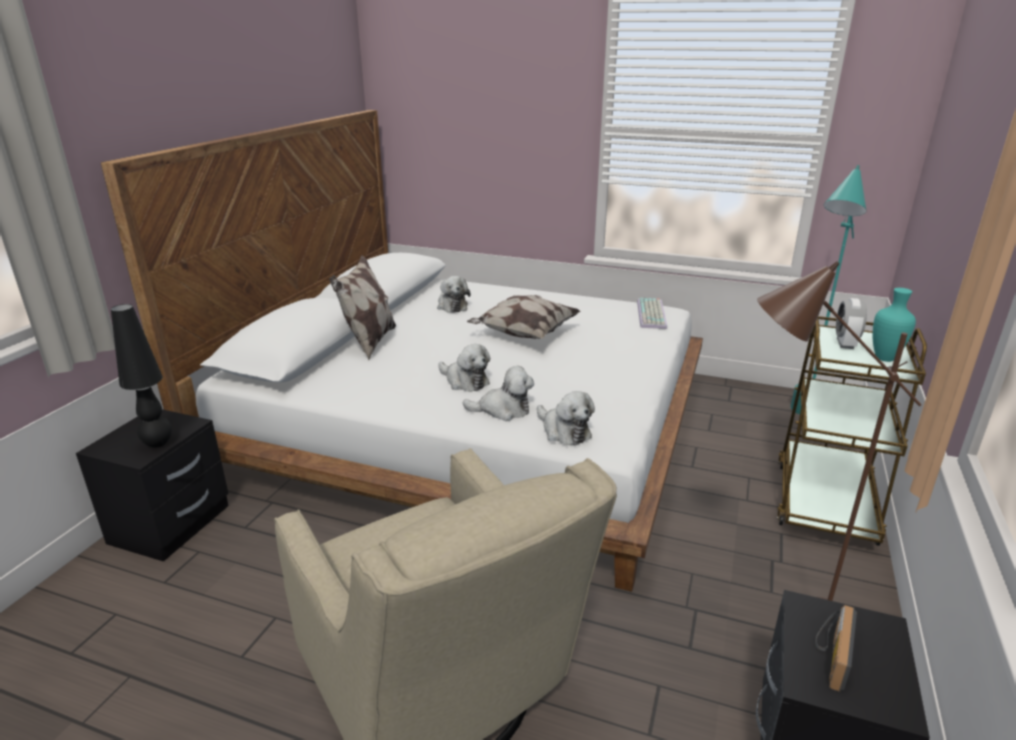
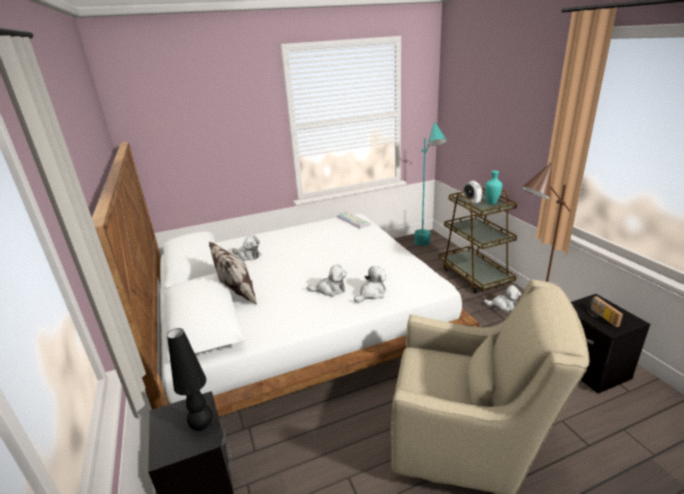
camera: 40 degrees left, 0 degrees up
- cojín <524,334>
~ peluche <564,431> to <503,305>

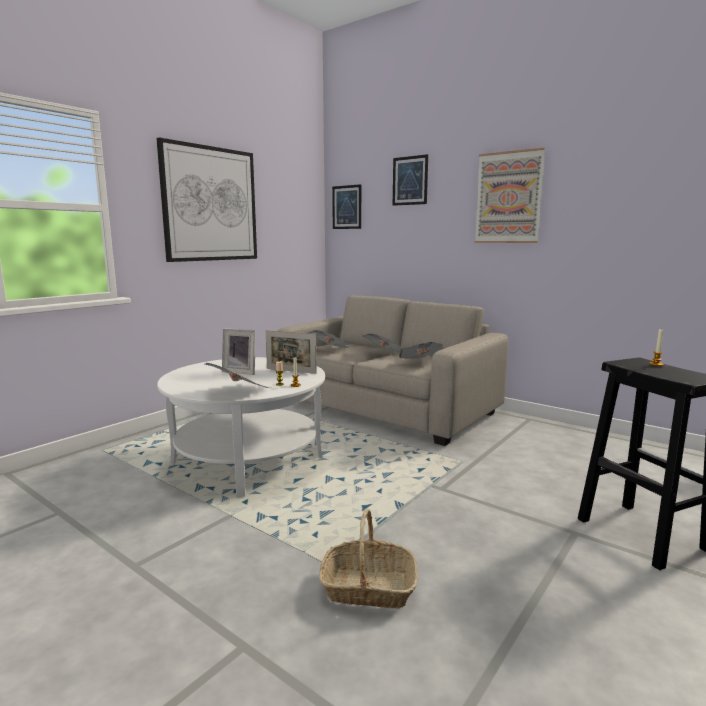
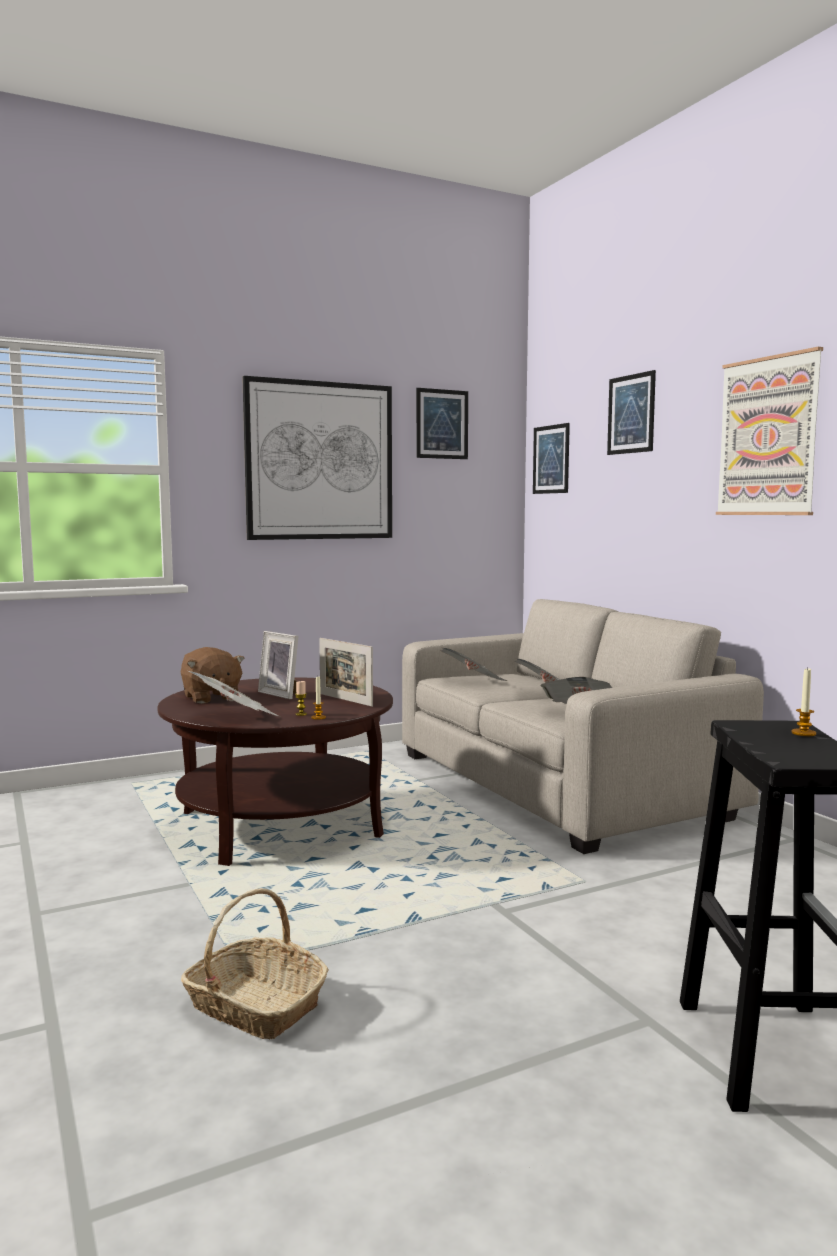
camera: 25 degrees right, 5 degrees down
+ peluche (marrón) <211,698>
+ cuadro <442,424>
~ mesa de centro (blanco) <248,460> to mesa de centro (marrón) <280,824>

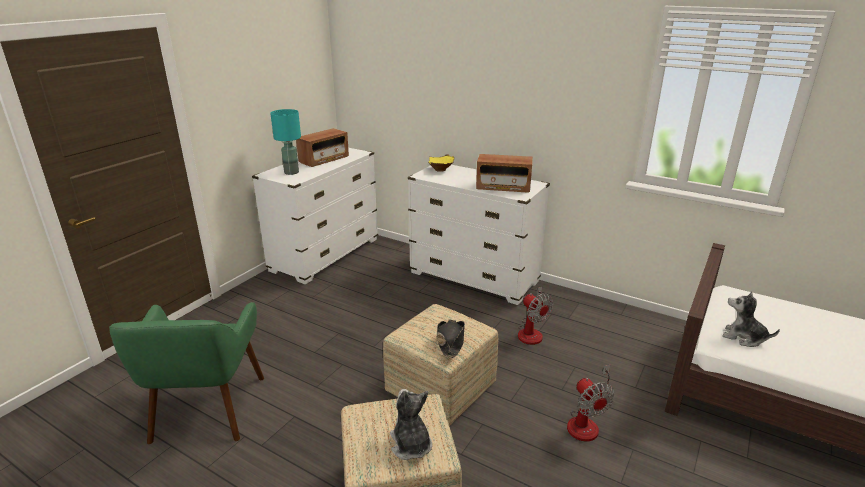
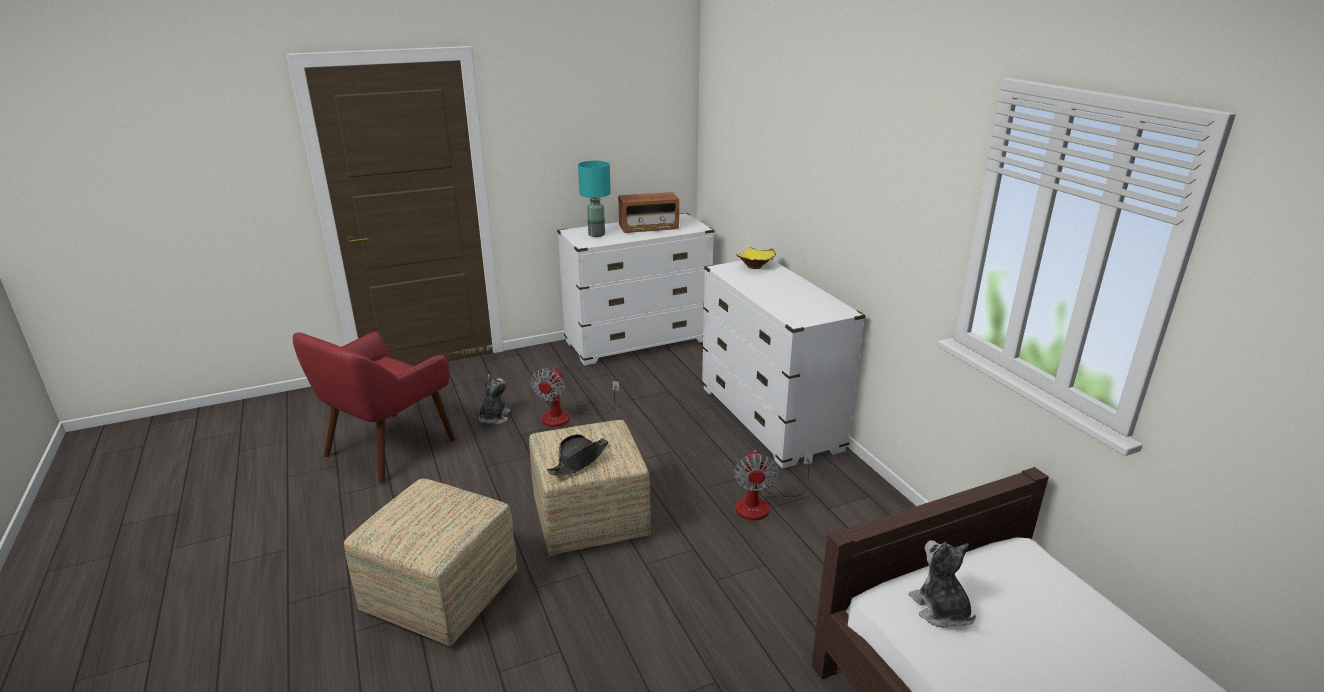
camera: 35 degrees right, 0 degrees up
- radio <503,187>
~ peluche <410,445> to <494,418>
~ ventilador <586,422> to <566,417>
~ sillón (verde) <207,410> to sillón (rojo) <387,448>

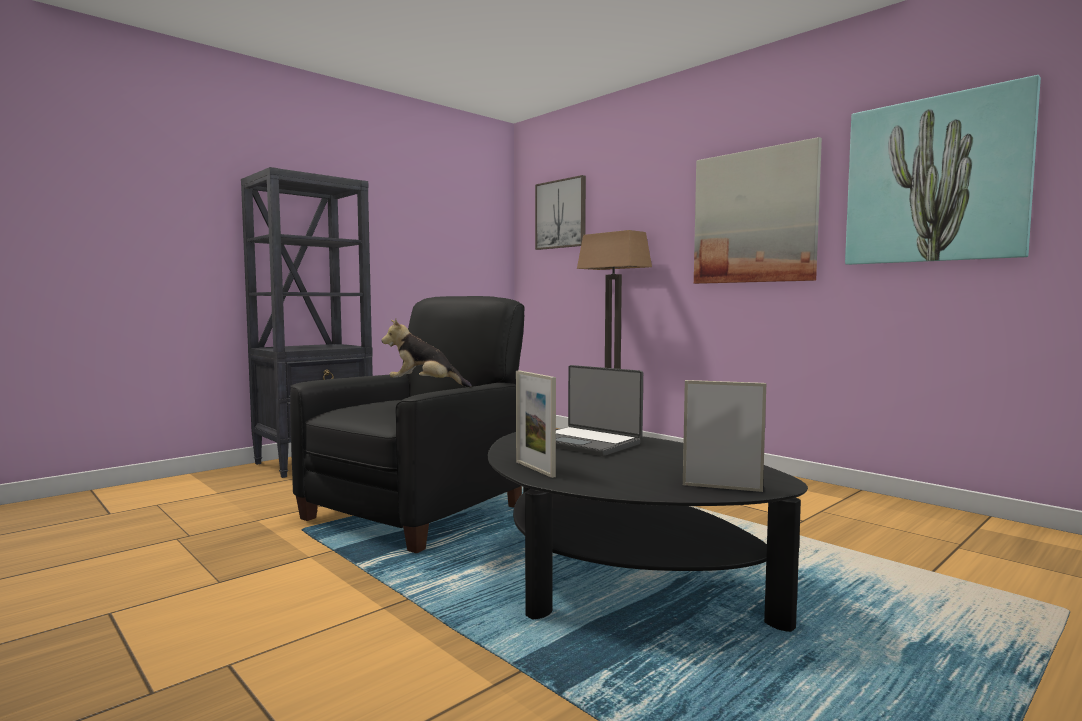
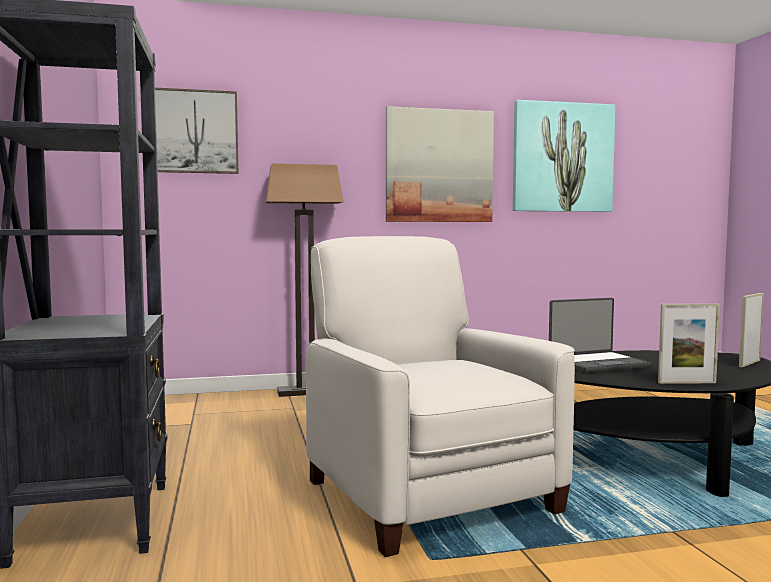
camera: 60 degrees left, 0 degrees up
- peluche <425,386>
~ sillón (negro) <416,511> to sillón (blanco) <427,495>

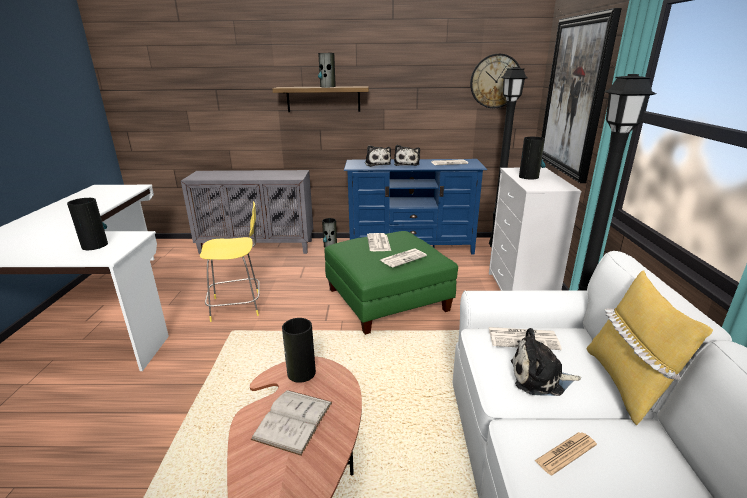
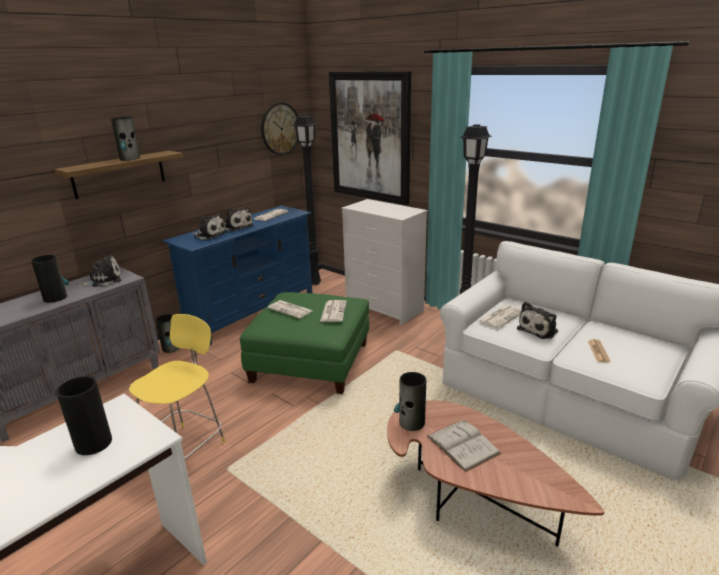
camera: 50 degrees left, 0 degrees up
- cojín (amarillo) <626,384>
+ peluche <103,280>
~ florero <529,177> to <55,297>

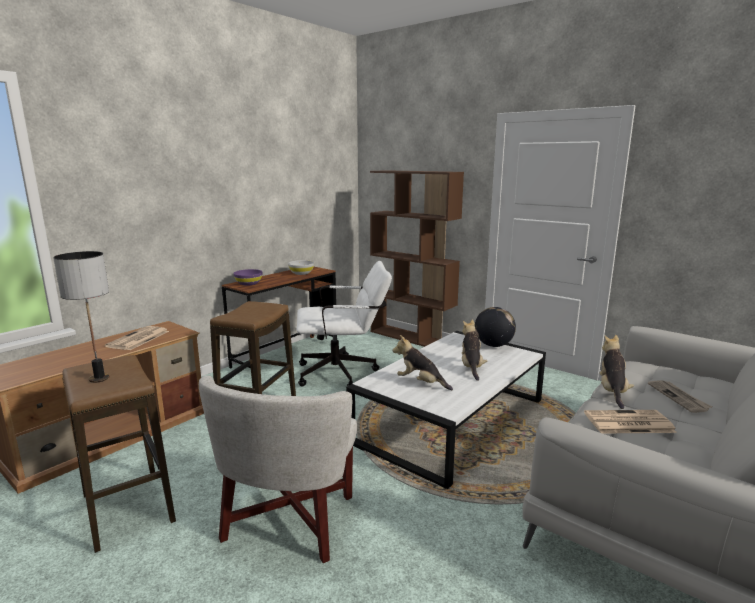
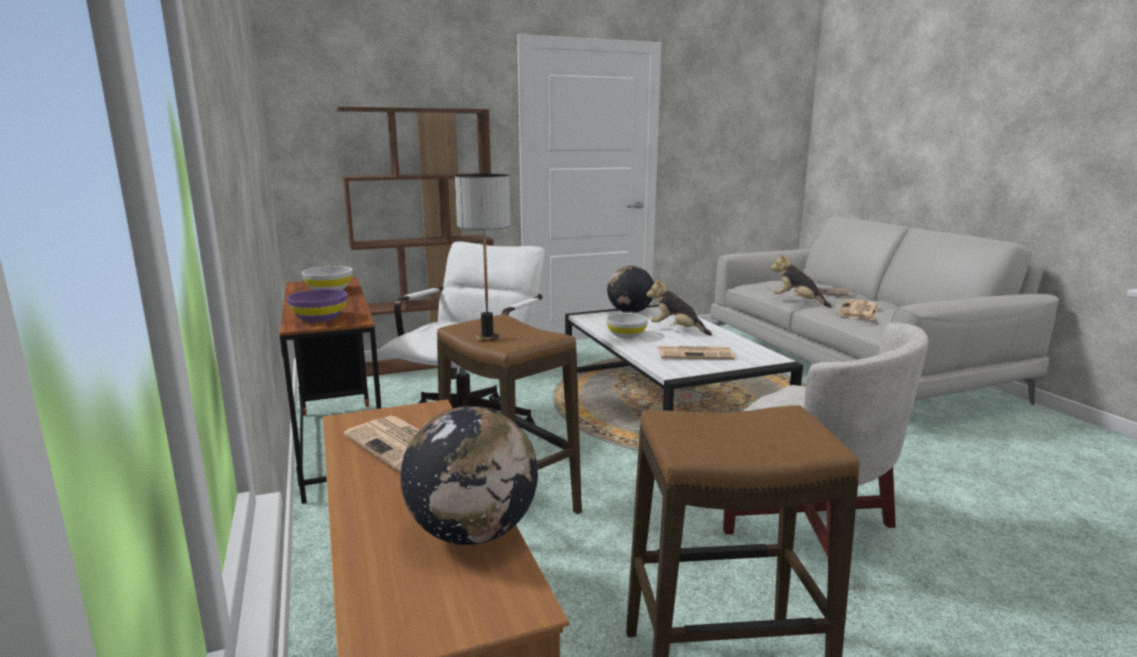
camera: 60 degrees left, 0 degrees up
+ globo terráqueo <473,533>
+ cuenco (blanco) <626,335>
~ lámpara de mesa <99,379> to <488,338>
~ peluche <421,383> to periódico <696,354>

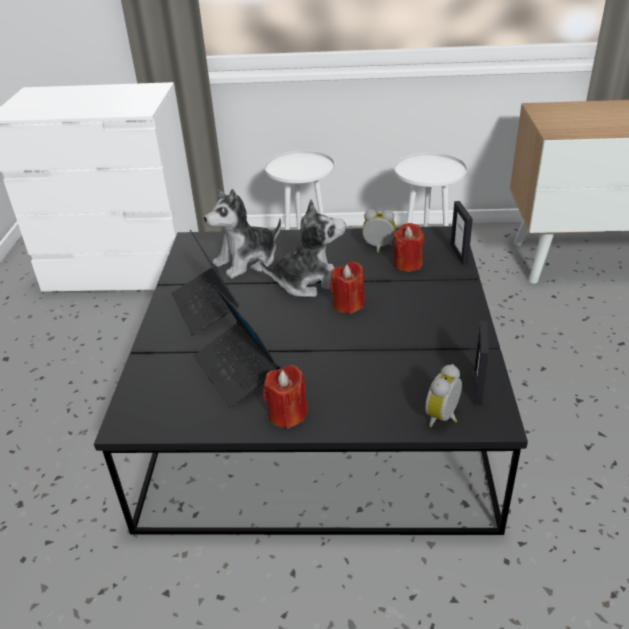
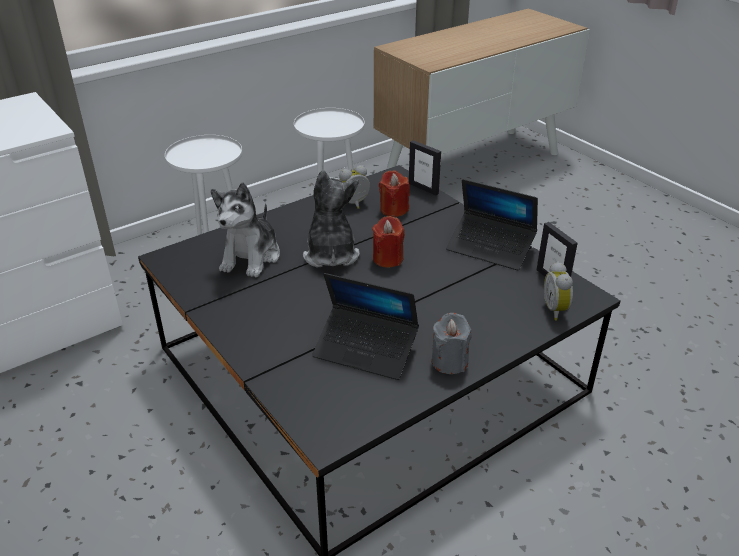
camera: 40 degrees left, 0 degrees up
~ portátil <205,307> to <490,248>
~ vela (rojo) <287,414> to vela (gris) <449,362>
~ peluche <307,282> = <330,254> 45 degrees counterclockwise

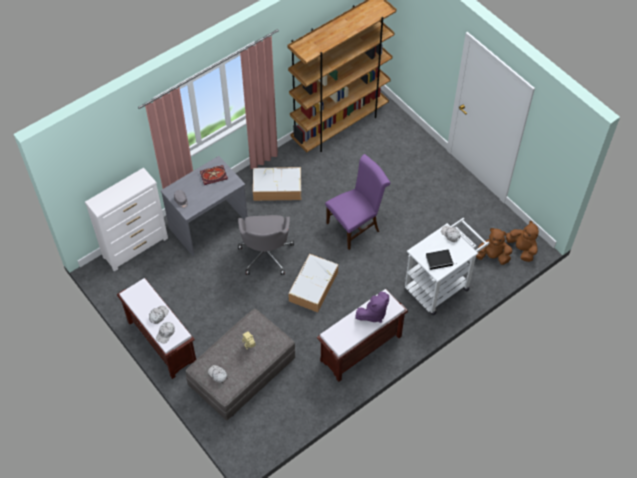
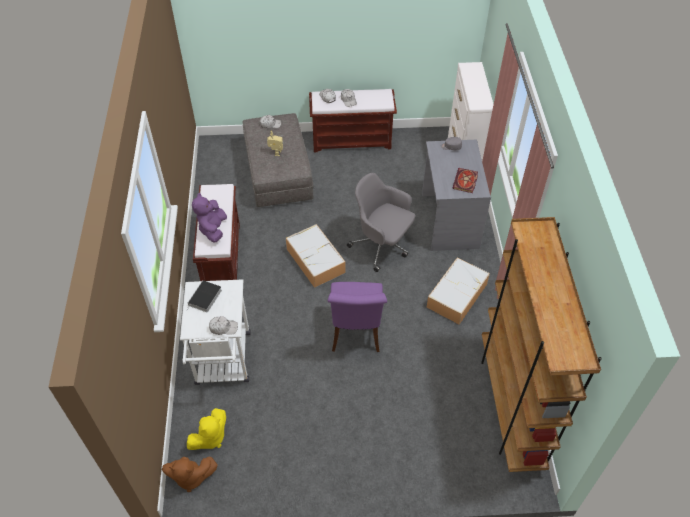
camera: 125 degrees right, 5 degrees down
~ peluche (marrón) <492,256> to peluche (amarillo) <210,438>

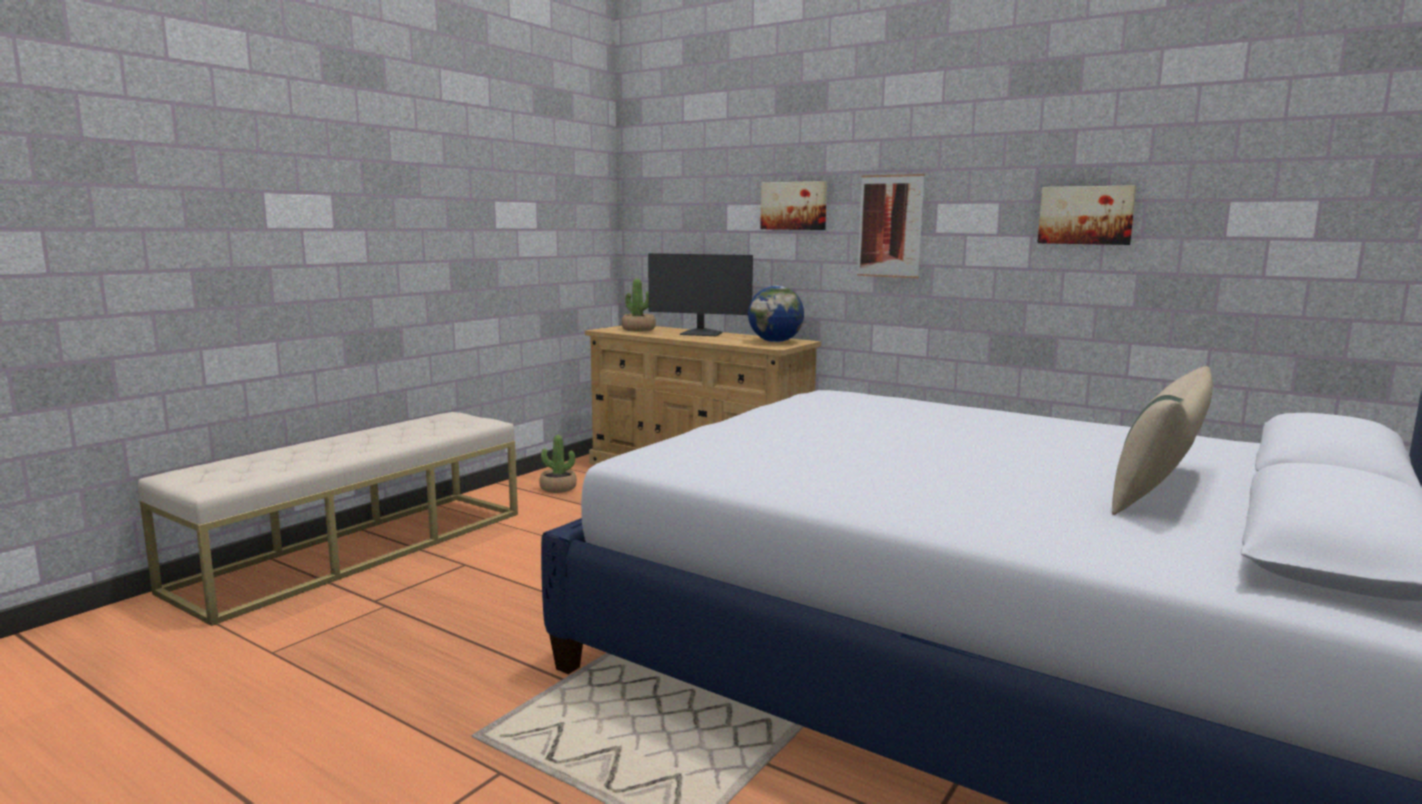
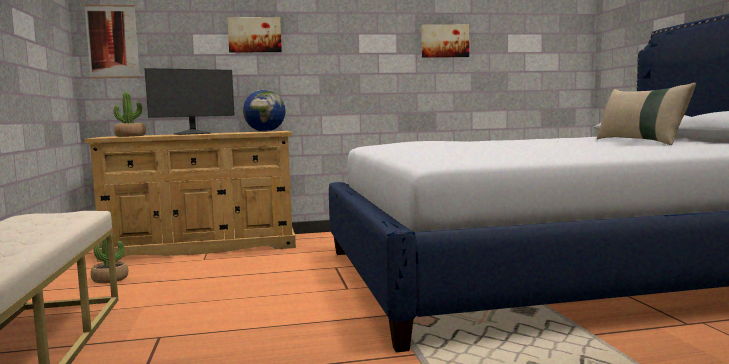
camera: 45 degrees left, 5 degrees down
~ cuadro <890,226> to <112,41>

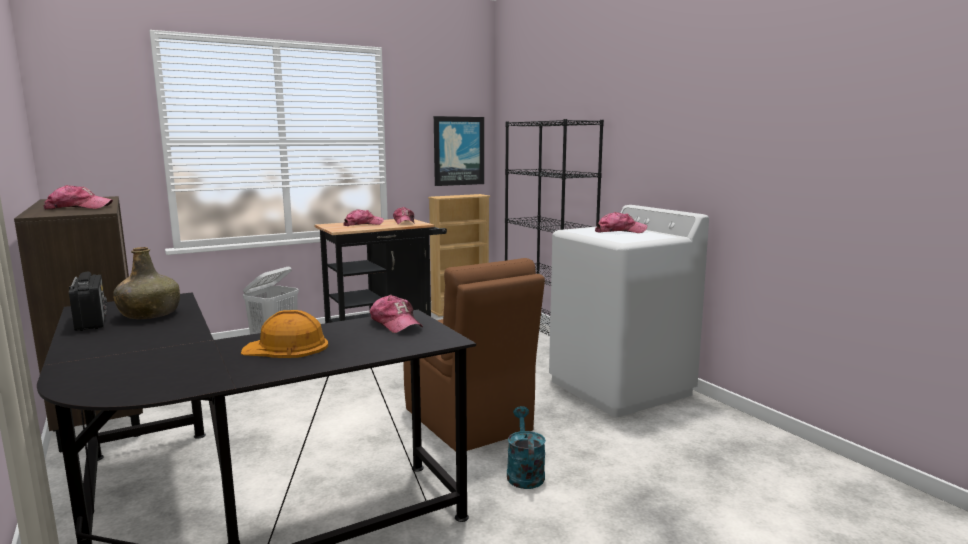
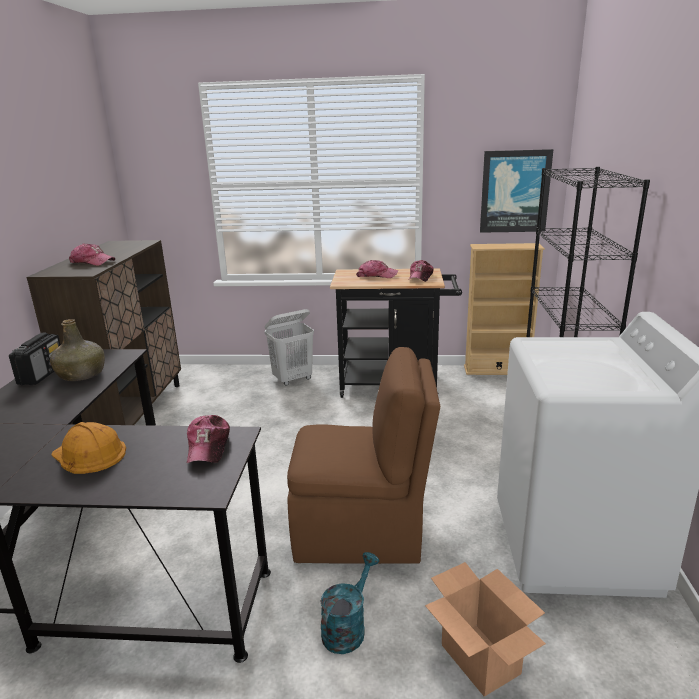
camera: 35 degrees right, 10 degrees up
- gorra <620,231>
+ caja de cartón <481,660>
~ silla (marrón) <468,421> = <362,531> 90 degrees counterclockwise

